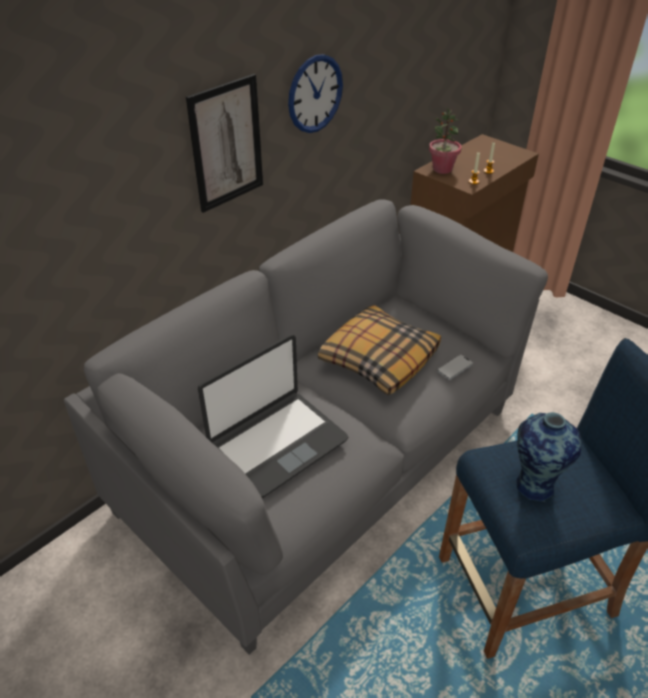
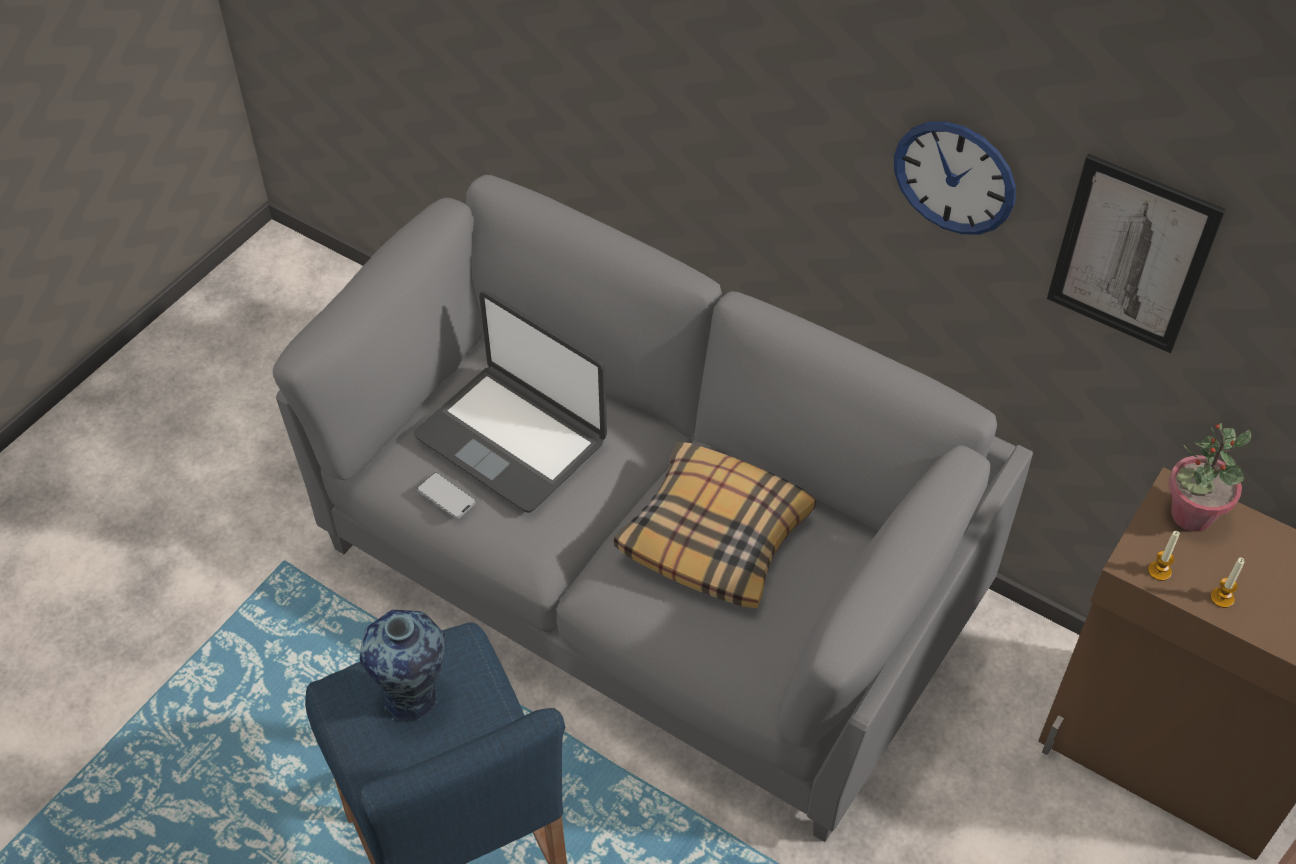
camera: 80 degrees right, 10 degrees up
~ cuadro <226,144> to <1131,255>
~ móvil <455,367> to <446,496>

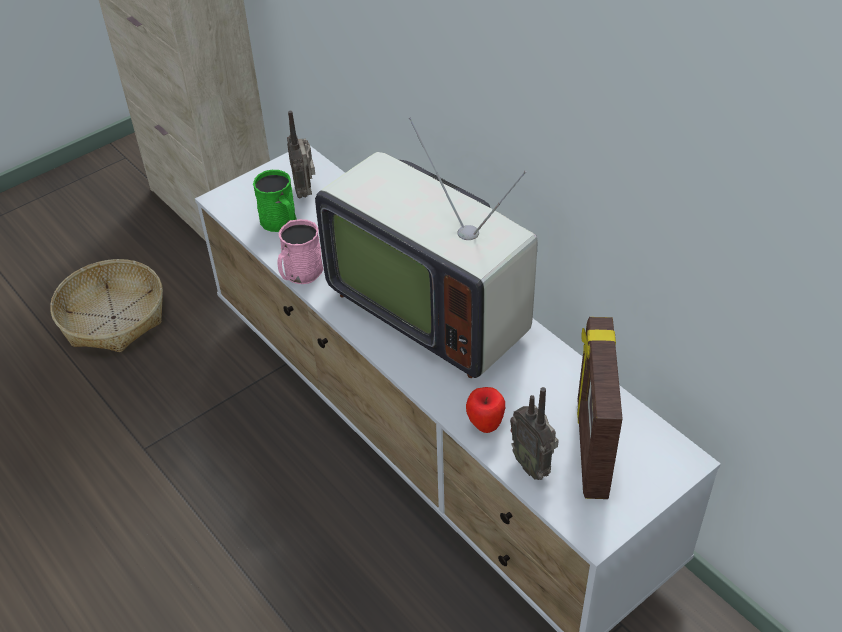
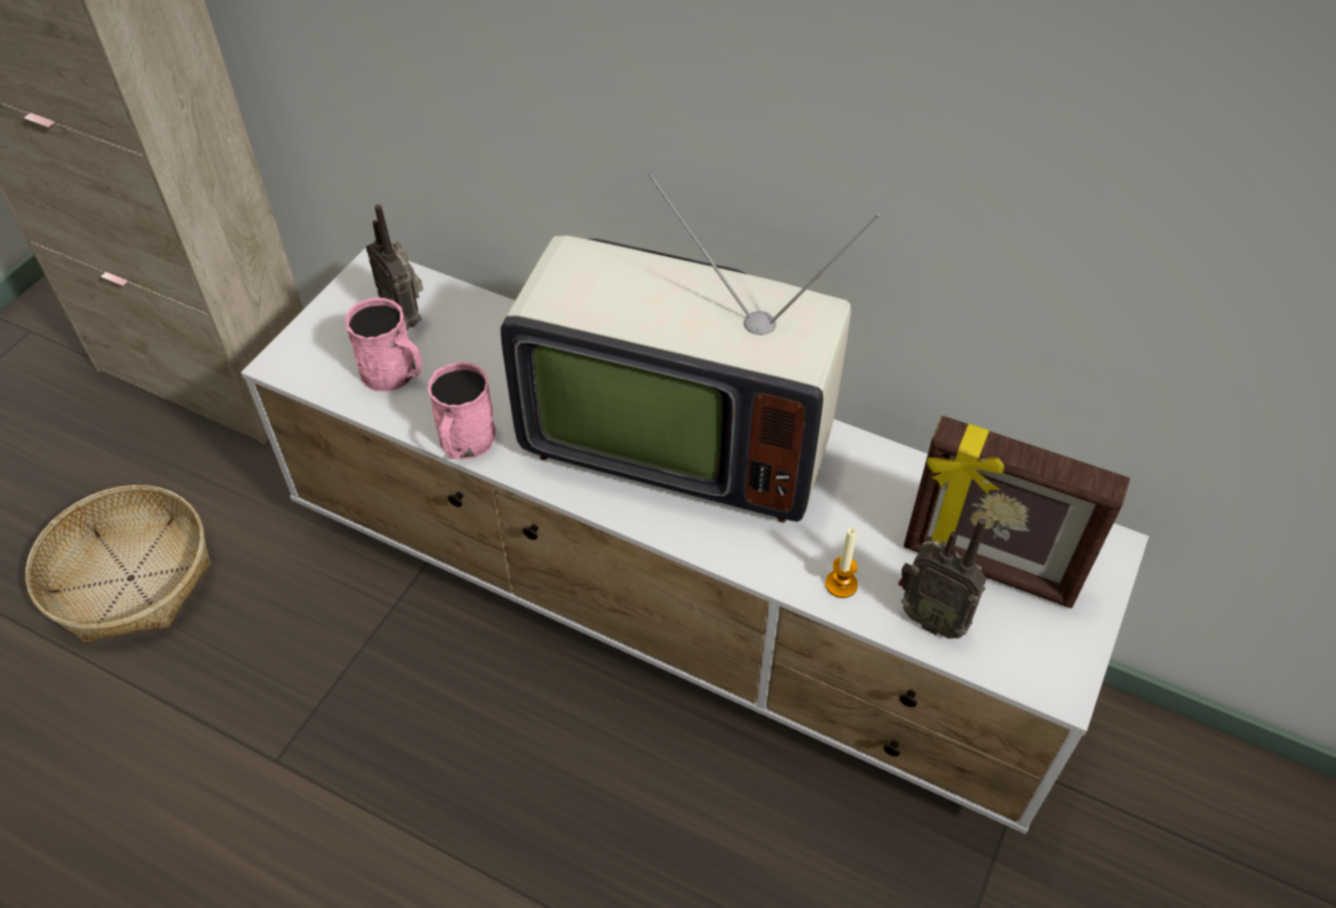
camera: 25 degrees left, 5 degrees up
~ manzana <485,426> to vela <841,584>
~ taza grande (verde) <281,222> to taza grande (rosa) <395,374>
~ portarretratos <590,448> = <988,569> 45 degrees counterclockwise

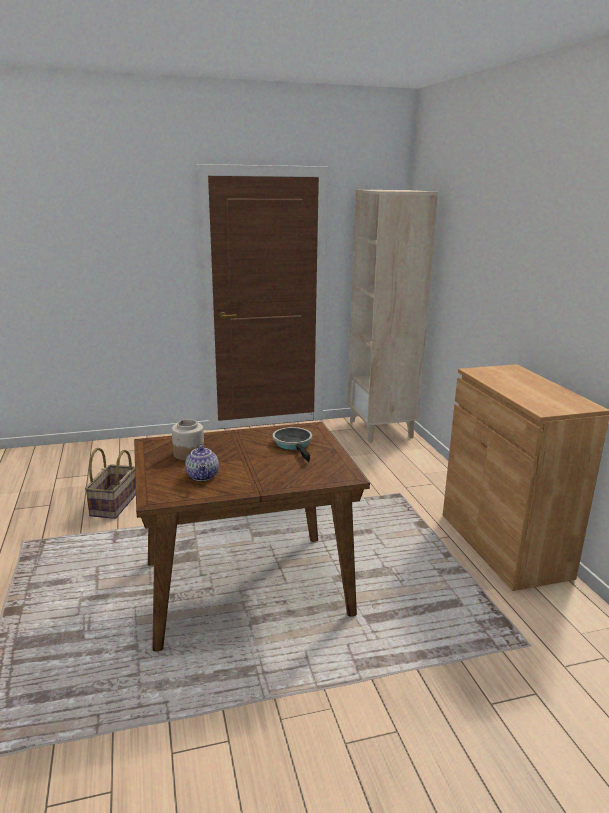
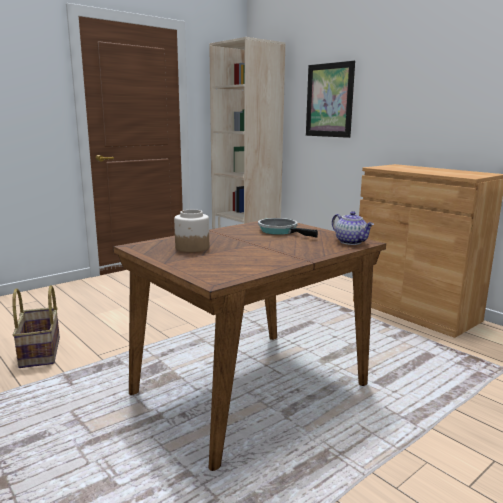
camera: 25 degrees left, 5 degrees down
+ cuadro <329,100>
~ tetera <203,476> to <351,242>

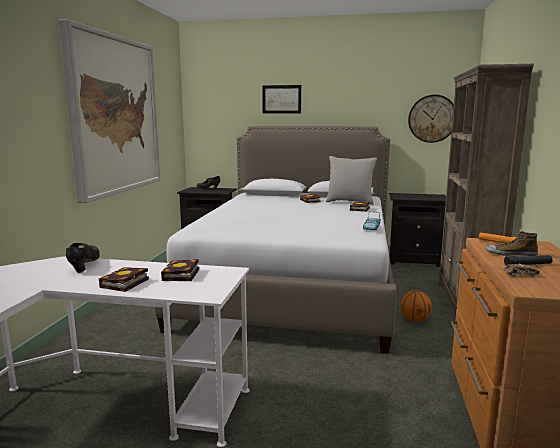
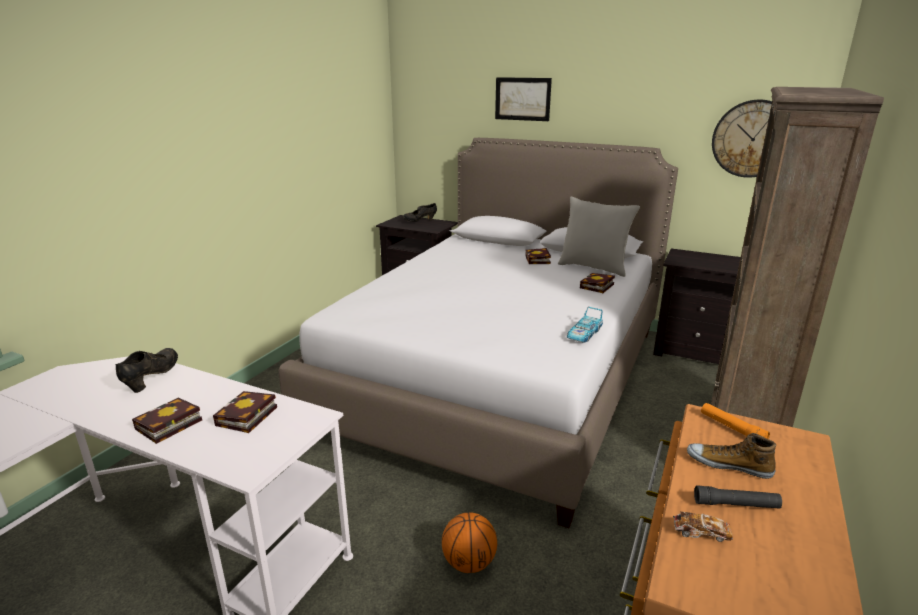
camera: 15 degrees right, 10 degrees up
- cuadro <115,115>
~ balón de baloncesto <414,320> to <469,563>

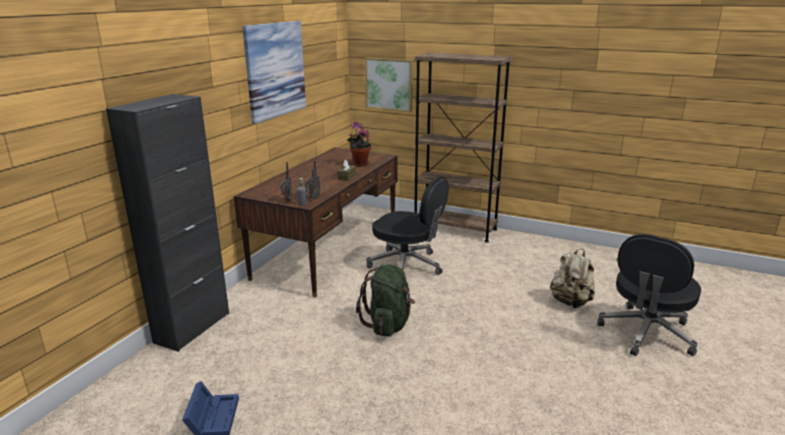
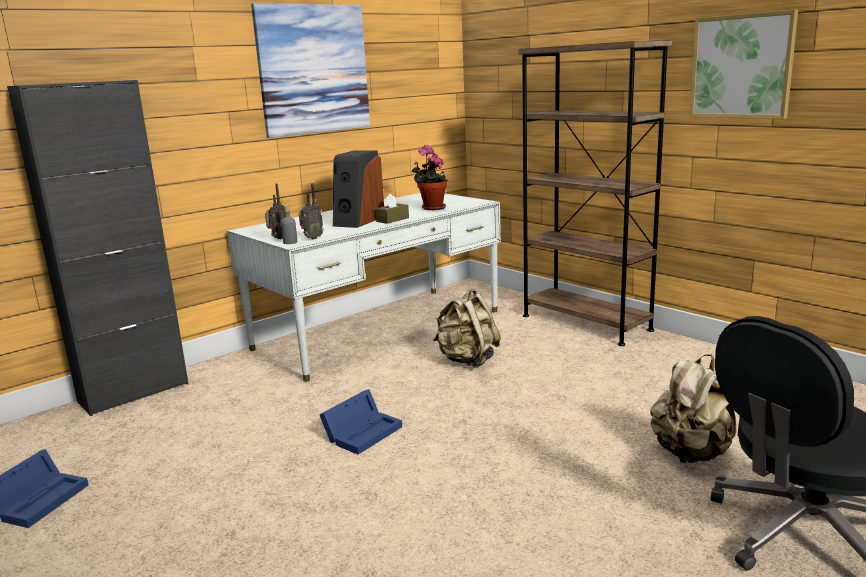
camera: 25 degrees right, 5 degrees down
+ altavoz <358,221>
~ cuadro <389,84> to <741,66>
~ mochila (verde) <388,324> to caja de almacenaje (azul) <363,432>
~ silla de oficina (negro) <407,265> to mochila (beis) <467,360>
~ escritorio (marrón) <328,251> to escritorio (blanco) <379,329>

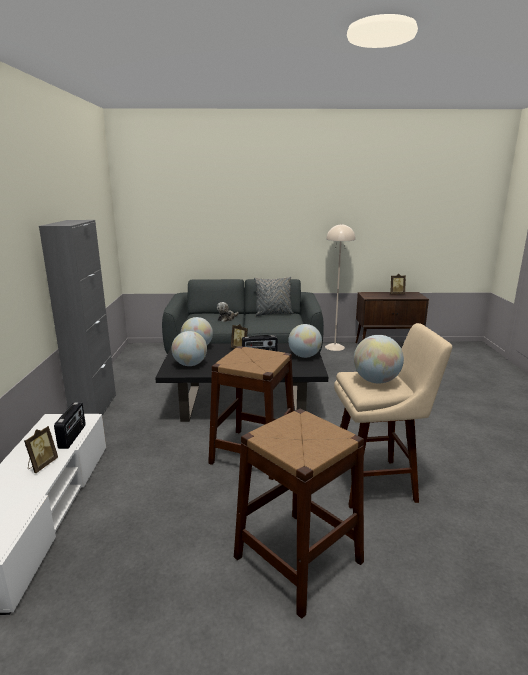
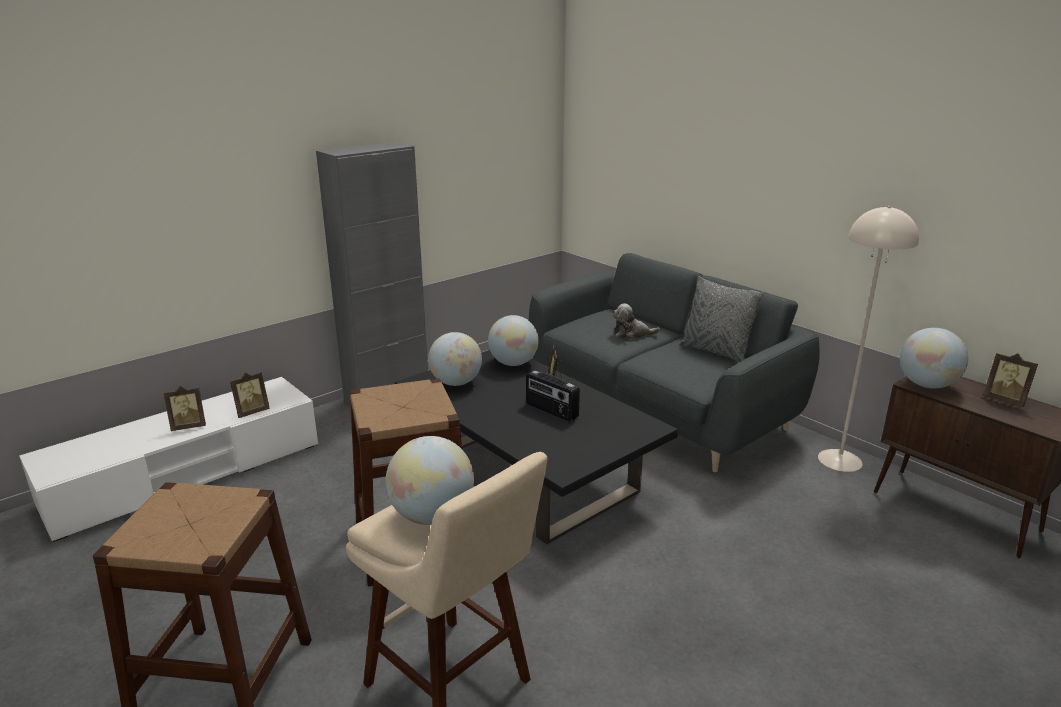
camera: 50 degrees right, 5 degrees up
~ globo terráqueo <304,356> to <927,385>
~ radio <73,436> to portarretratos <251,412>

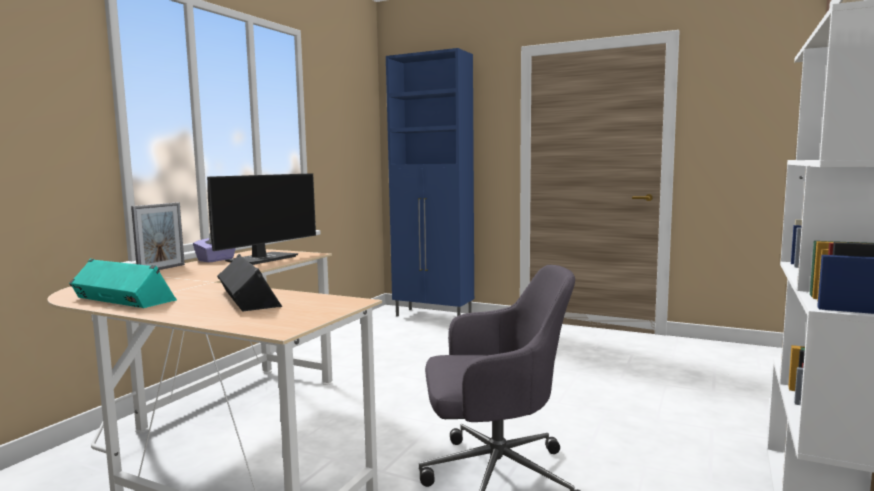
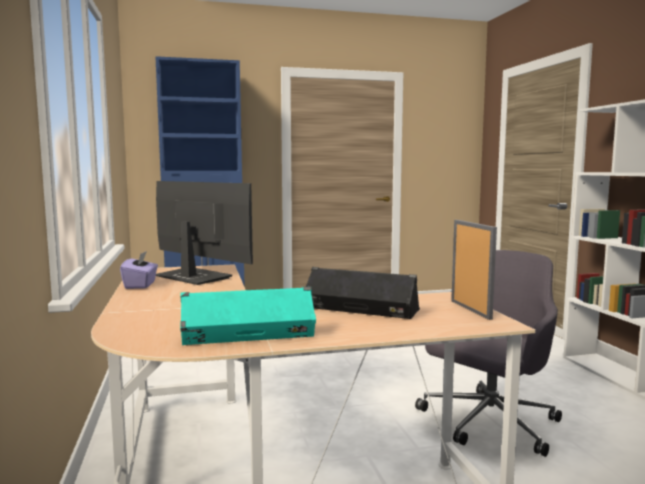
camera: 40 degrees left, 0 degrees up
~ portarretratos <161,269> to <470,309>
~ monitor <263,259> = <192,277> 45 degrees counterclockwise

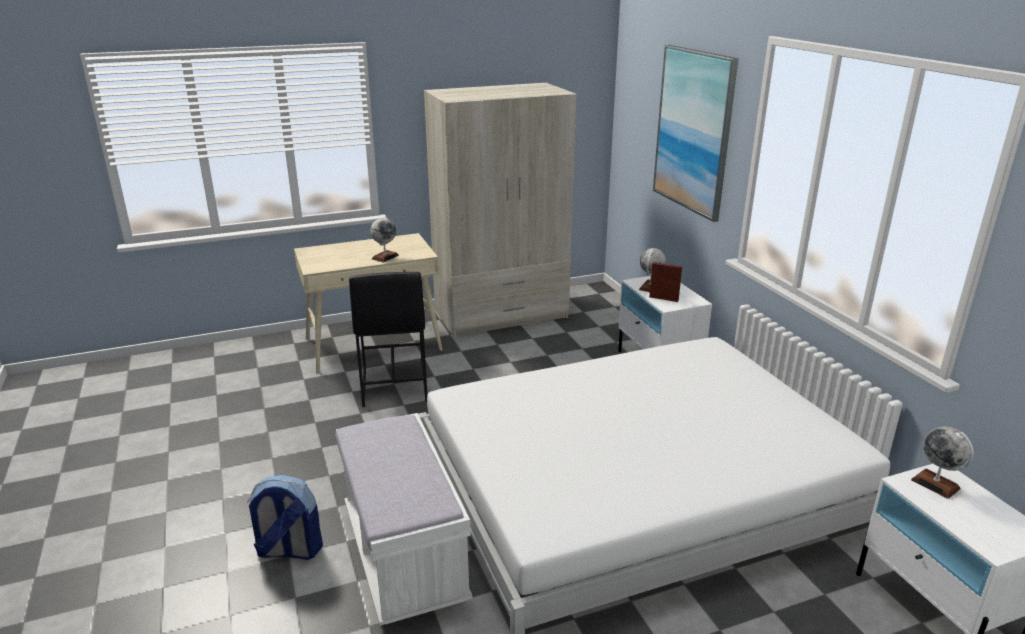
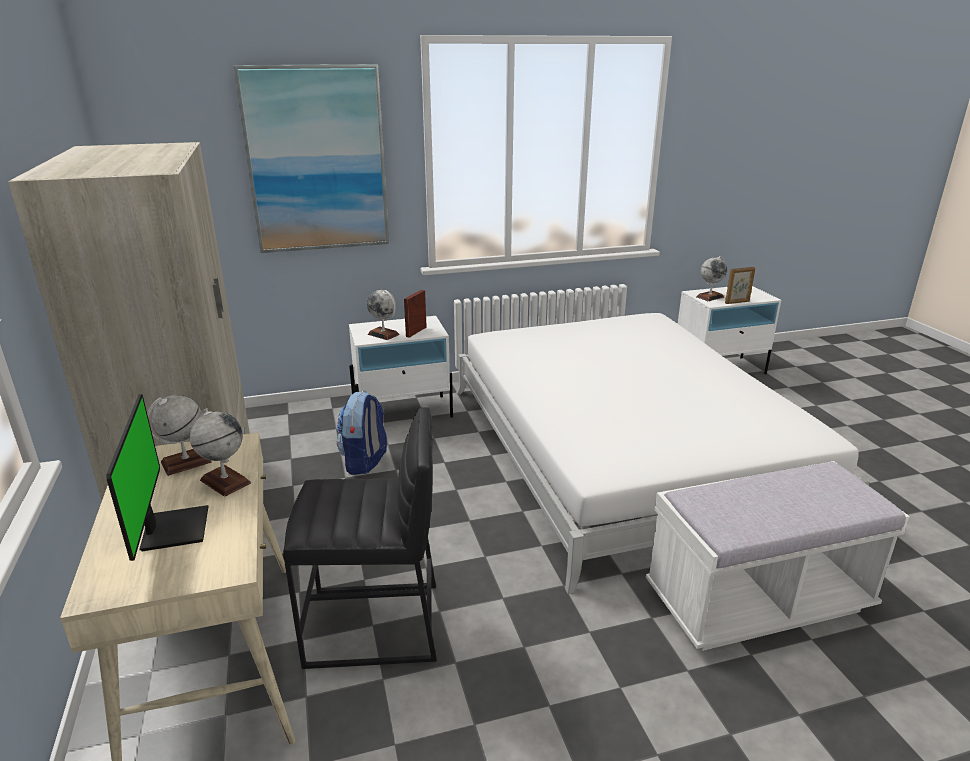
camera: 85 degrees left, 0 degrees up
+ monitor <171,529>
+ globo terráqueo <186,462>
+ portarretratos <737,302>
~ mochila <289,550> to <364,461>

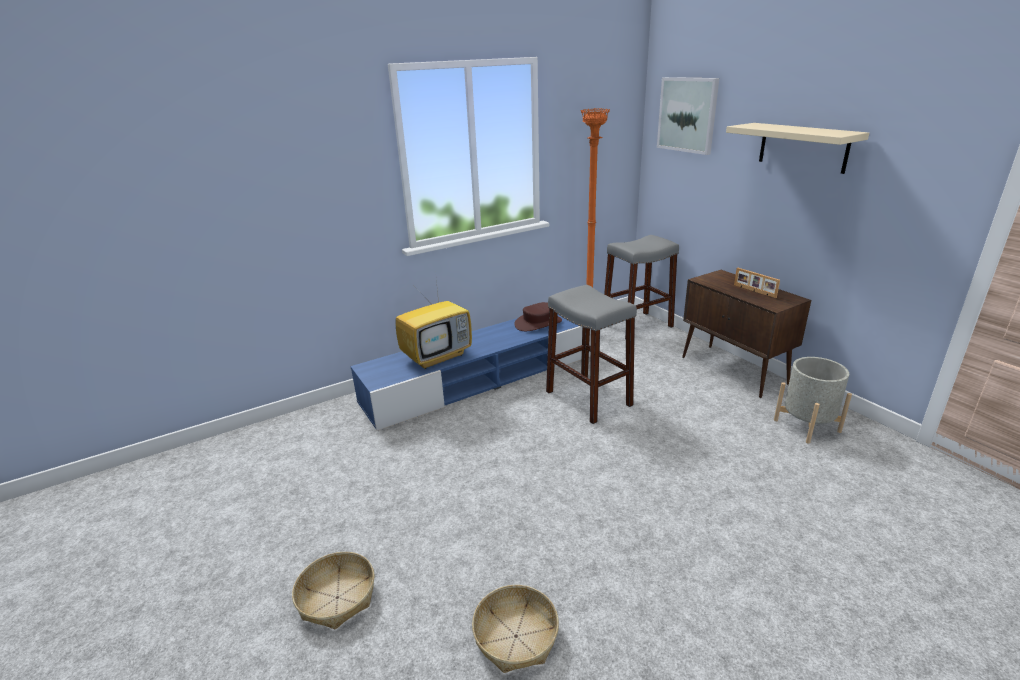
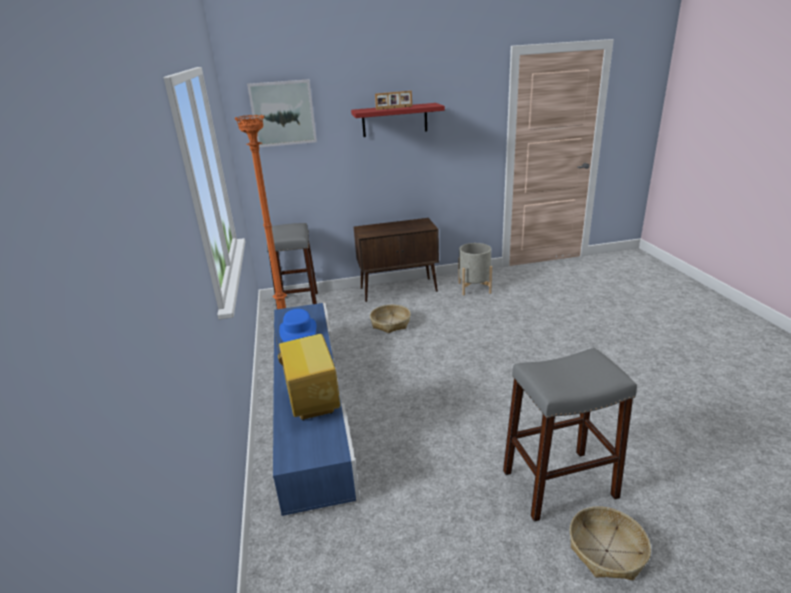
camera: 70 degrees left, 0 degrees up
~ cesta <516,636> to <391,323>
~ taburete (gris) <588,398> to <559,484>
~ portarretratos <754,291> to <394,108>
~ sombrero (marrón) <538,323> to sombrero (azul) <298,331>
~ estante (beis) <803,147> to estante (rojo) <394,120>

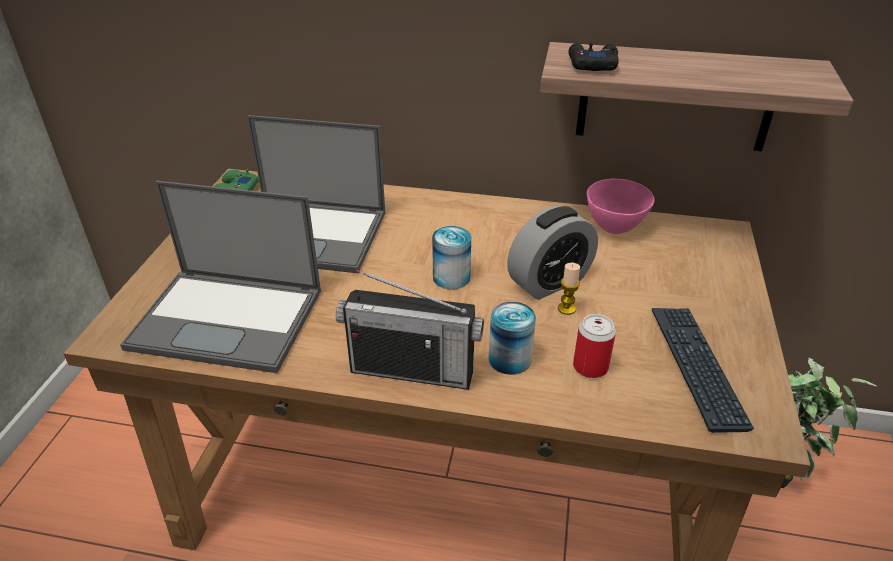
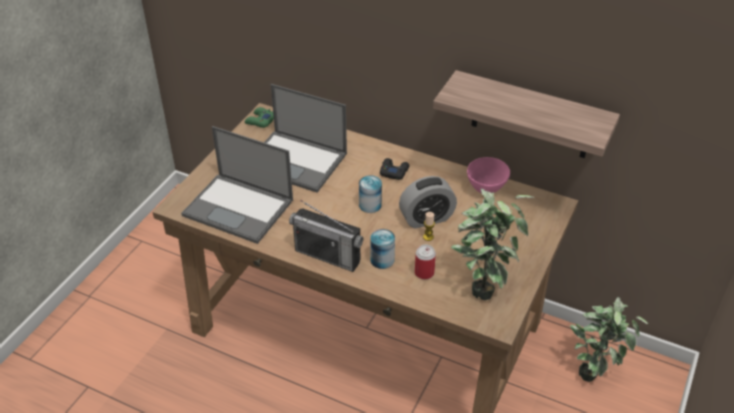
camera: 15 degrees right, 5 degrees up
~ mando de consola (negro) <592,64> to <394,171>
~ teclado <696,367> to planta en maceta <483,284>

